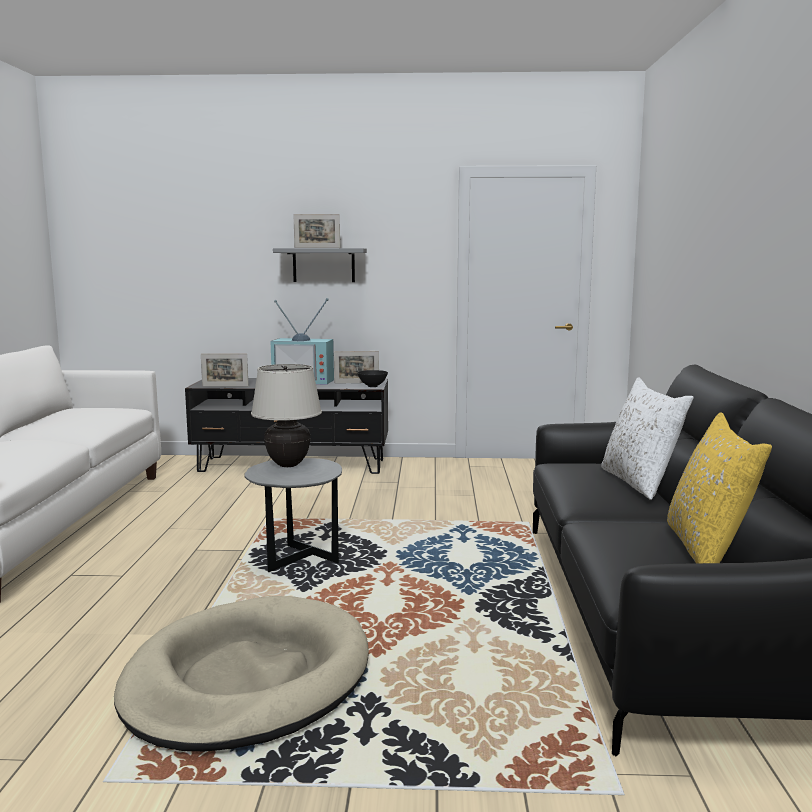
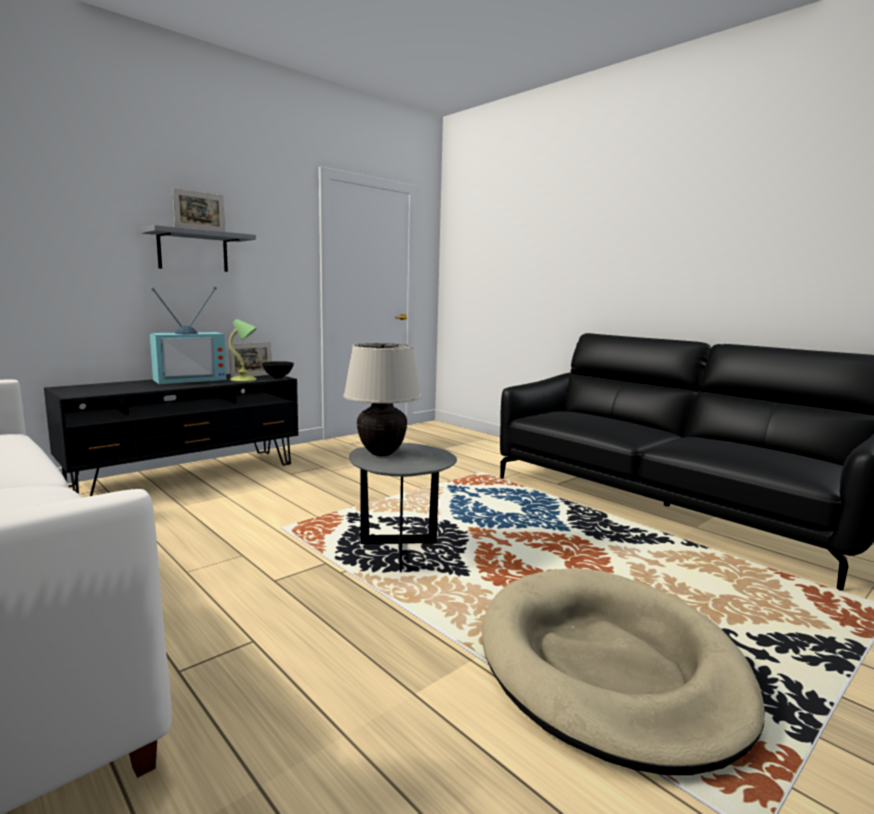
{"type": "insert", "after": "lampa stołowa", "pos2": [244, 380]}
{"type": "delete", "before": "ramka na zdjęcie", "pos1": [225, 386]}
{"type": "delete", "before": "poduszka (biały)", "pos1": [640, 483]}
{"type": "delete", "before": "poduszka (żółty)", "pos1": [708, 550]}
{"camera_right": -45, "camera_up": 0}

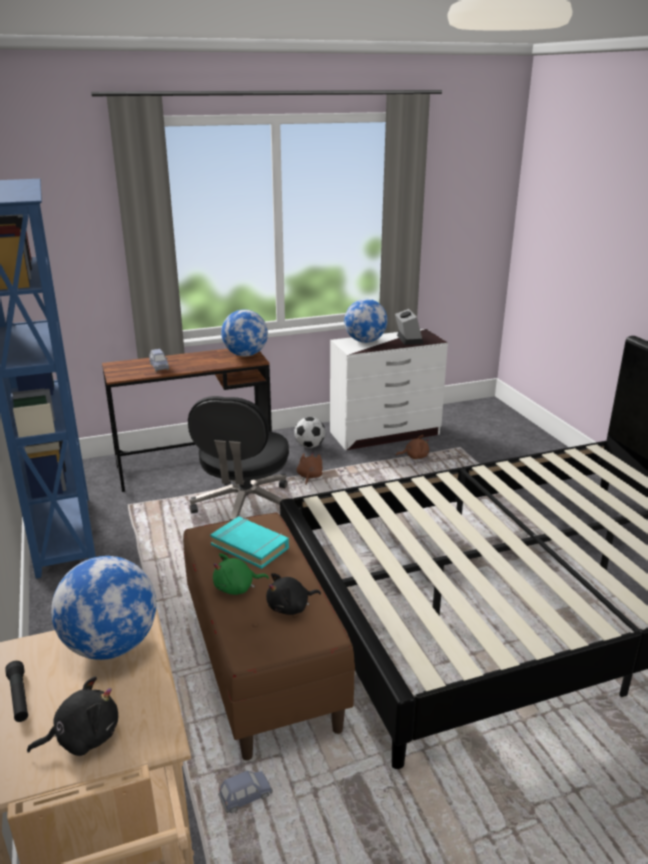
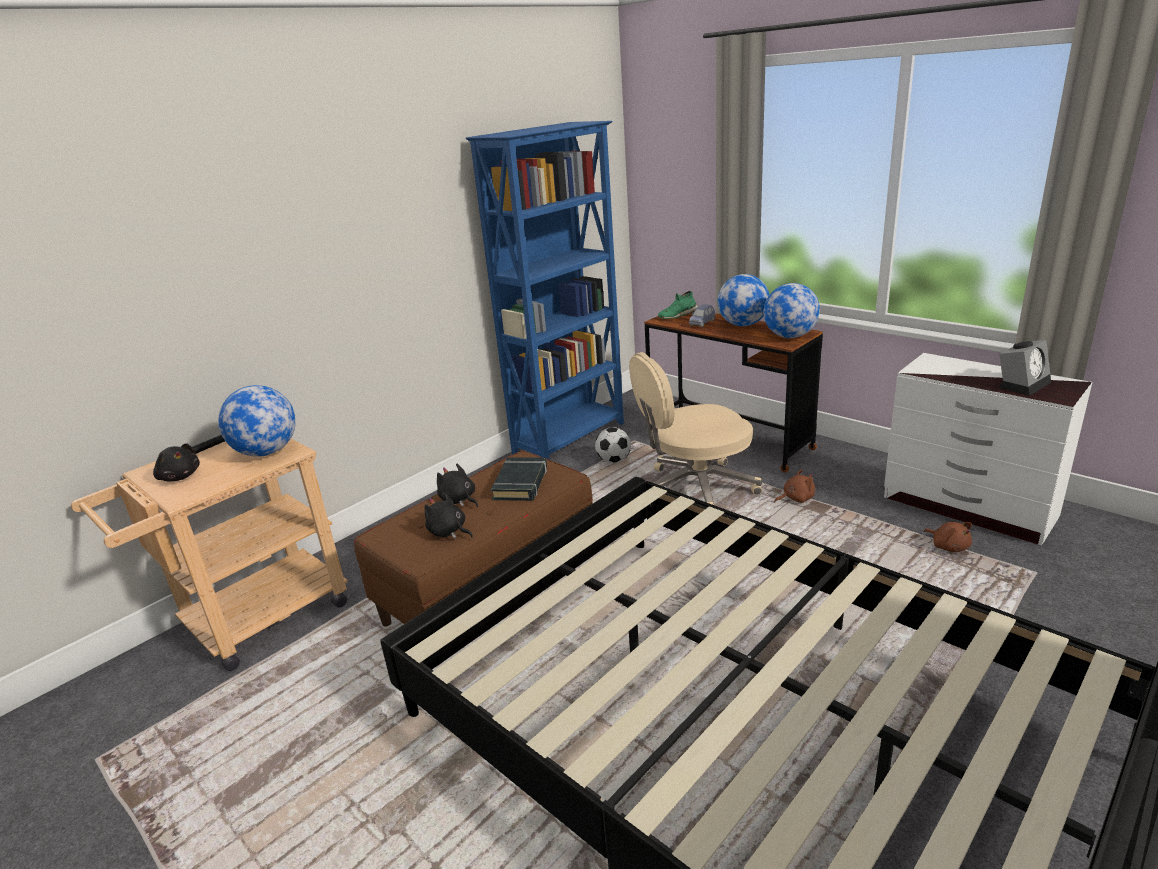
{"type": "recolor", "before": "pluszak (zielony)", "after": "pluszak (czarny)", "pos1": [237, 588], "pos2": [459, 500]}
{"type": "recolor", "before": "książka (turkusowy)", "after": "książka (czarny)", "pos1": [250, 546], "pos2": [521, 483]}
{"type": "move", "before": "piłka futbolowa", "pos1": [309, 446], "pos2": [614, 461]}
{"type": "recolor", "before": "krzesło biurowe (czarny)", "after": "krzesło biurowe (beżowy)", "pos1": [245, 508], "pos2": [695, 490]}
{"type": "insert", "after": "but (zielony)", "pos2": [677, 315]}
{"type": "move", "before": "globus", "pos1": [365, 341], "pos2": [743, 325]}
{"type": "delete", "before": "samochodzik (niebieski)", "pos1": [245, 797]}
{"camera_right": 65, "camera_up": 0}

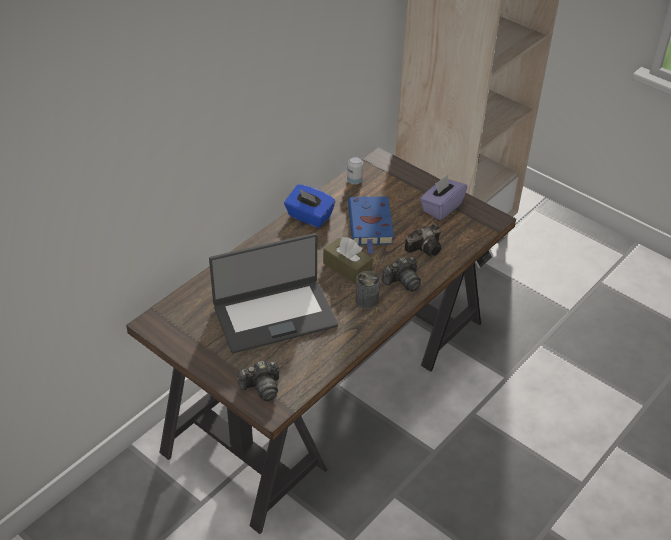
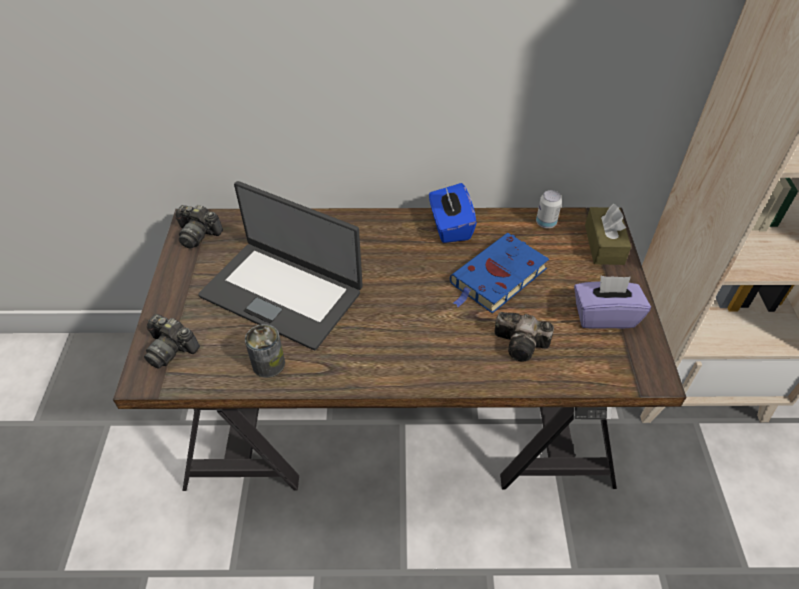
{"type": "move", "before": "aparat fotograficzny", "pos1": [402, 282], "pos2": [198, 234]}
{"type": "move", "before": "puszka", "pos1": [366, 301], "pos2": [268, 364]}
{"type": "move", "before": "pudełko chusteczek (brązowy)", "pos1": [347, 268], "pos2": [604, 244]}
{"camera_right": 50, "camera_up": 5}

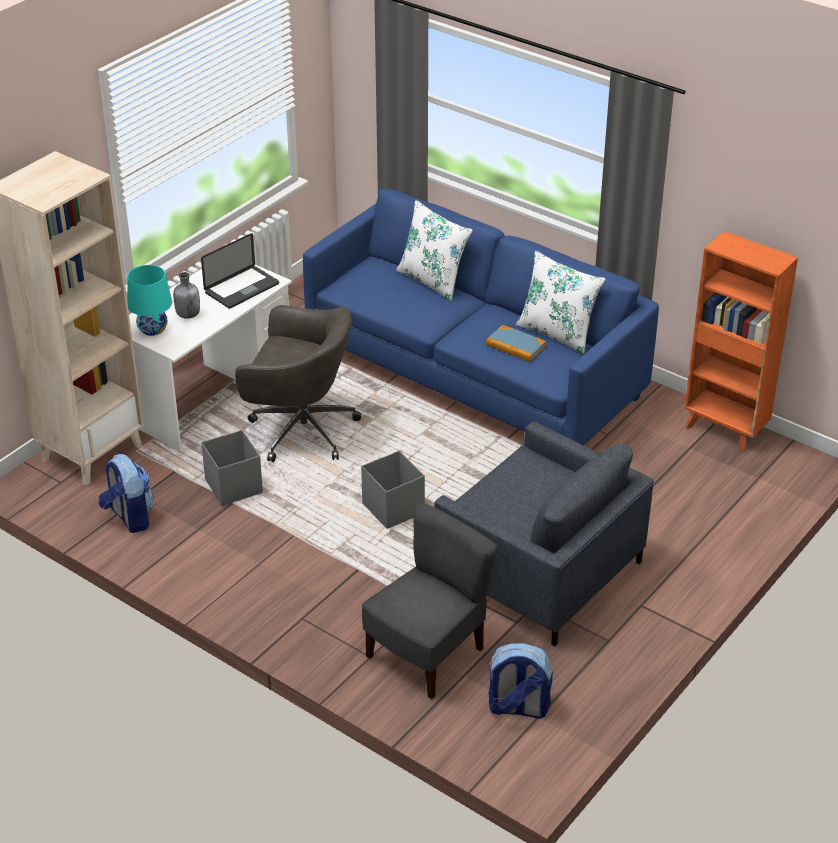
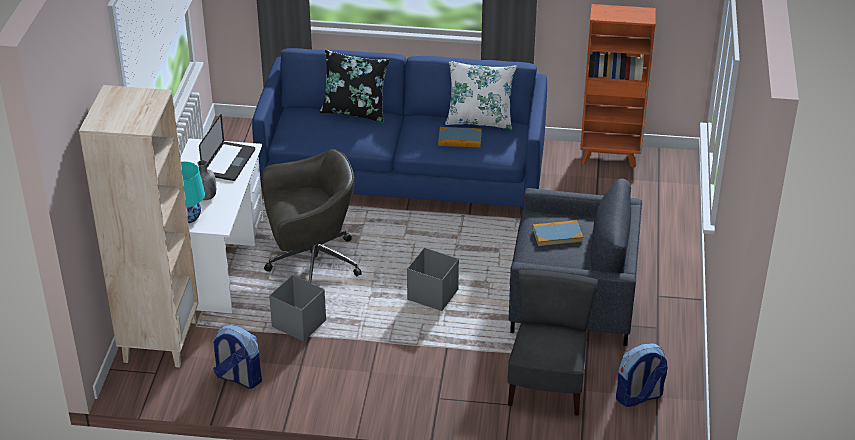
{"type": "recolor", "before": "poduszka (biały)", "after": "poduszka (czarny)", "pos1": [433, 281], "pos2": [355, 111]}
{"type": "insert", "after": "książka", "pos2": [557, 235]}
{"camera_right": -30, "camera_up": 0}

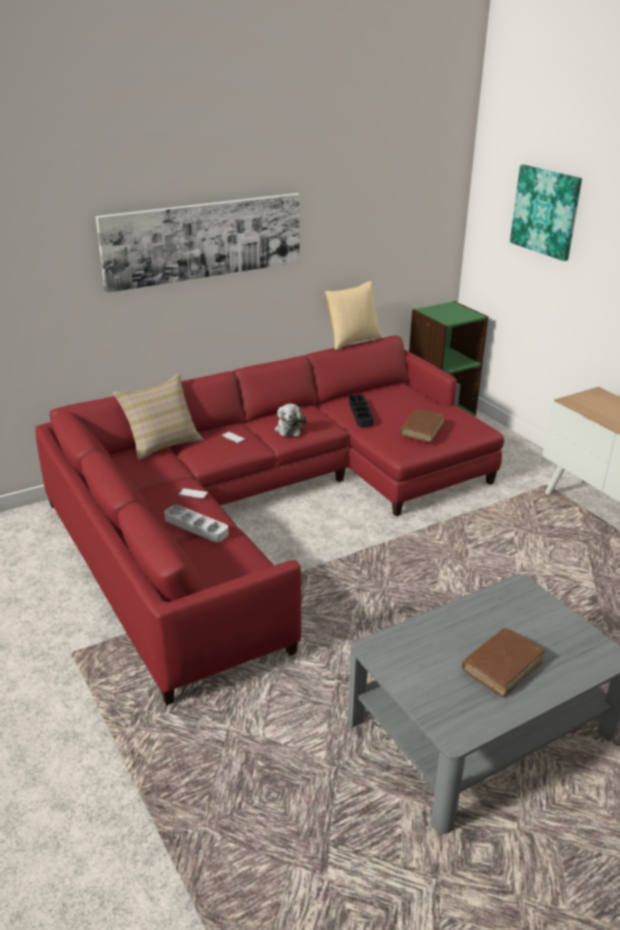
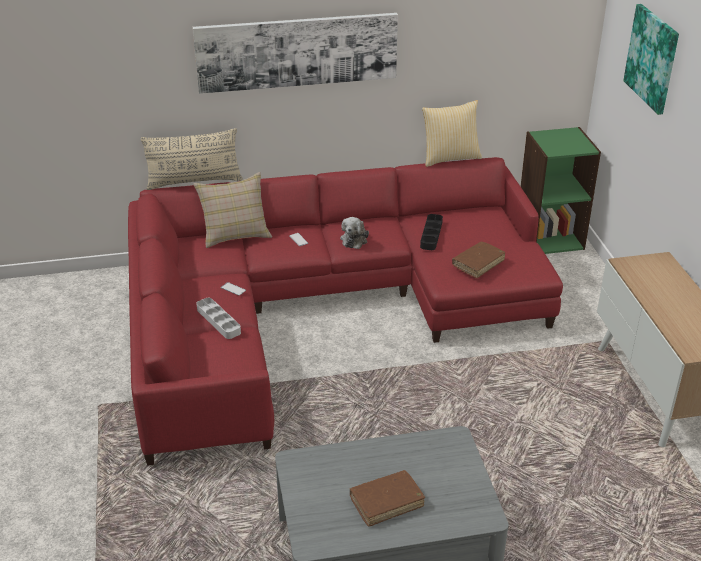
{"type": "insert", "after": "poduszka (beżowy)", "pos2": [194, 181]}
{"camera_right": 20, "camera_up": 5}

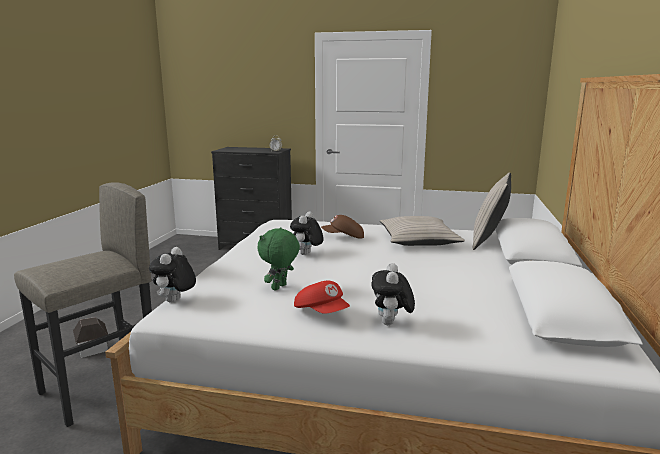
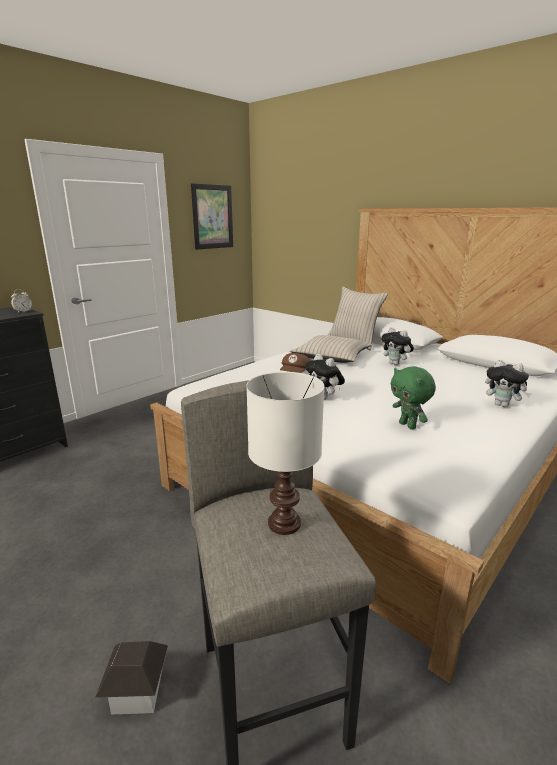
{"type": "insert", "after": "obraz", "pos2": [212, 217]}
{"type": "insert", "after": "lampa stołowa (biały)", "pos2": [283, 524]}
{"type": "move", "before": "pluszak", "pos1": [175, 301], "pos2": [396, 364]}
{"type": "delete", "before": "czapka z daszkiem (czerwony)", "pos1": [322, 312]}
{"camera_right": -60, "camera_up": 5}

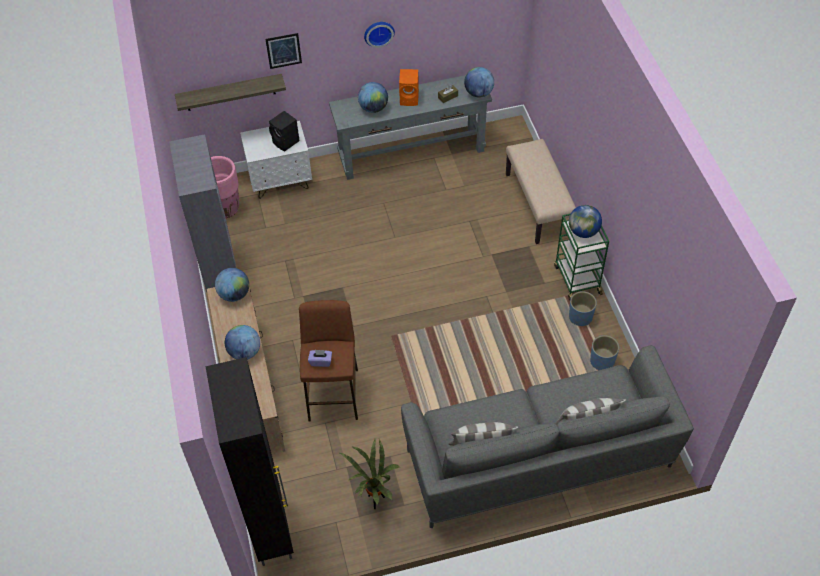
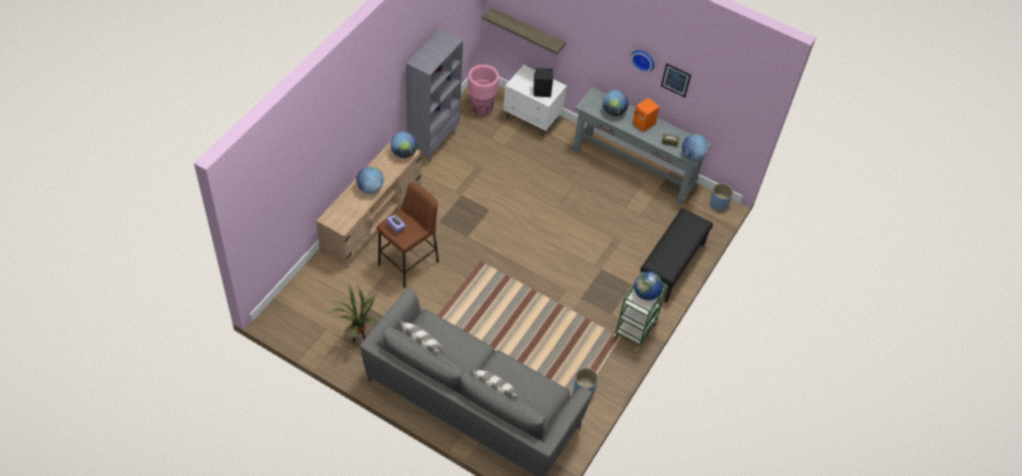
{"type": "recolor", "before": "ławka (beżowy)", "after": "ławka (czarny)", "pos1": [538, 205], "pos2": [671, 266]}
{"type": "move", "before": "obraz", "pos1": [283, 50], "pos2": [676, 80]}
{"type": "move", "before": "donica (niebieski)", "pos1": [580, 317], "pos2": [719, 204]}
{"type": "delete", "before": "szafka (czarny)", "pos1": [271, 528]}
{"camera_right": 40, "camera_up": 0}

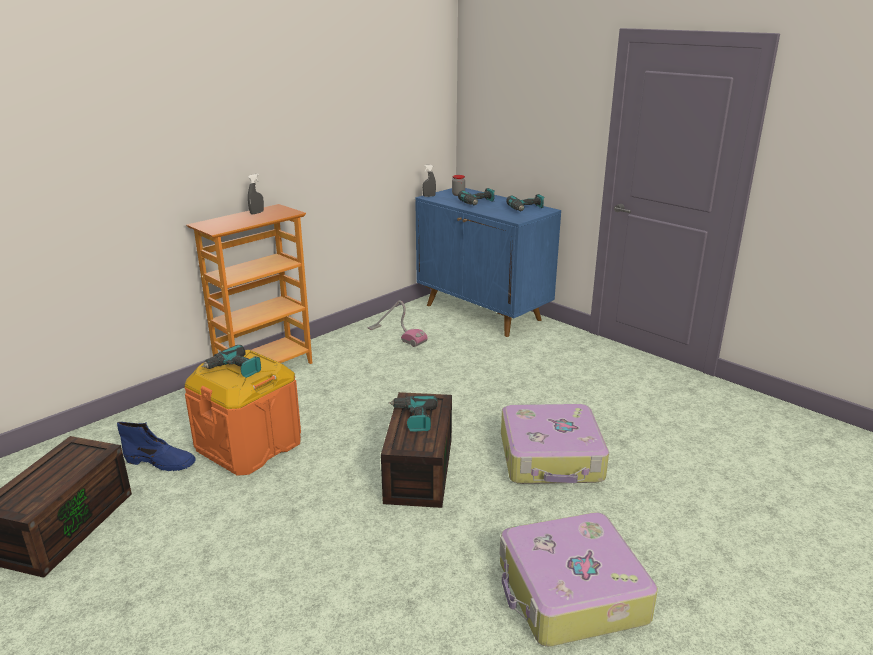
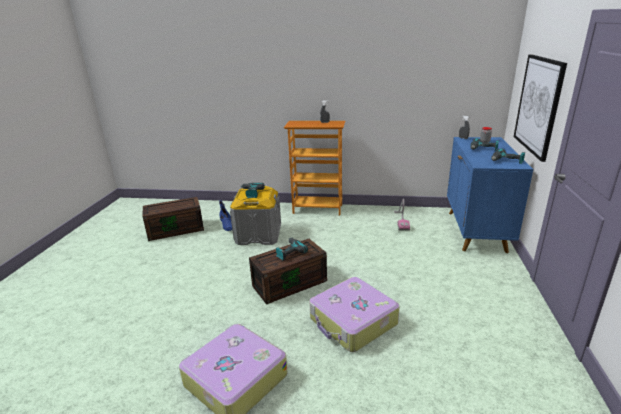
{"type": "recolor", "before": "pojemnik do przechowywania (pomarańczowy)", "after": "pojemnik do przechowywania (szary)", "pos1": [249, 446], "pos2": [258, 235]}
{"type": "insert", "after": "obraz", "pos2": [538, 105]}
{"camera_right": 55, "camera_up": 0}

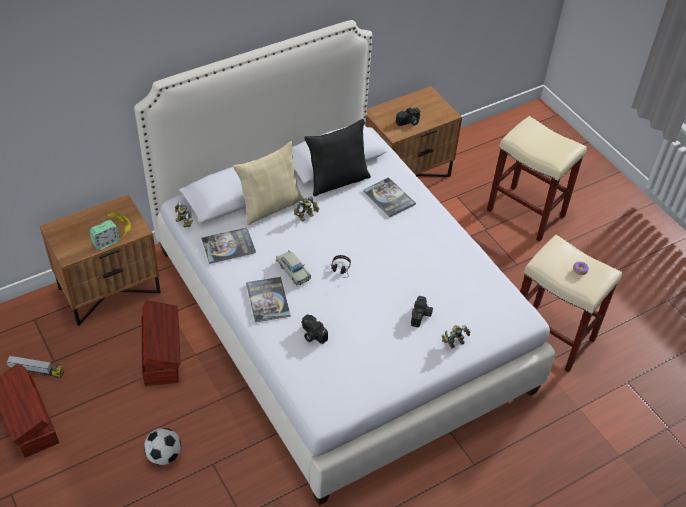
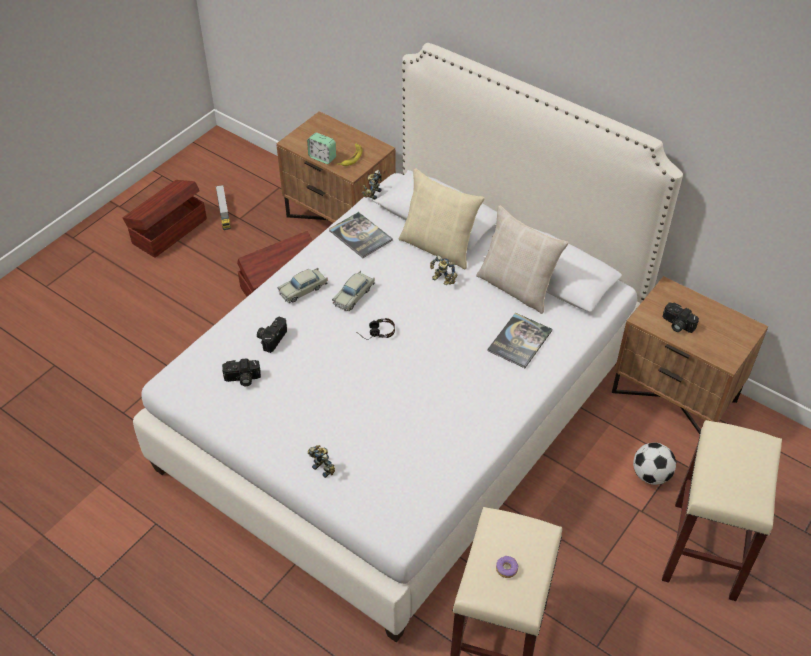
{"type": "move", "before": "aparat fotograficzny", "pos1": [421, 316], "pos2": [242, 379]}
{"type": "replace", "before": "książka", "after": "samochodzik (beżowy)", "pos1": [268, 300], "pos2": [303, 289]}
{"type": "recolor", "before": "poduszka (czarny)", "after": "poduszka (beżowy)", "pos1": [337, 180], "pos2": [517, 287]}
{"type": "move", "before": "piłka futbolowa", "pos1": [164, 455], "pos2": [651, 475]}
{"camera_right": 70, "camera_up": 0}

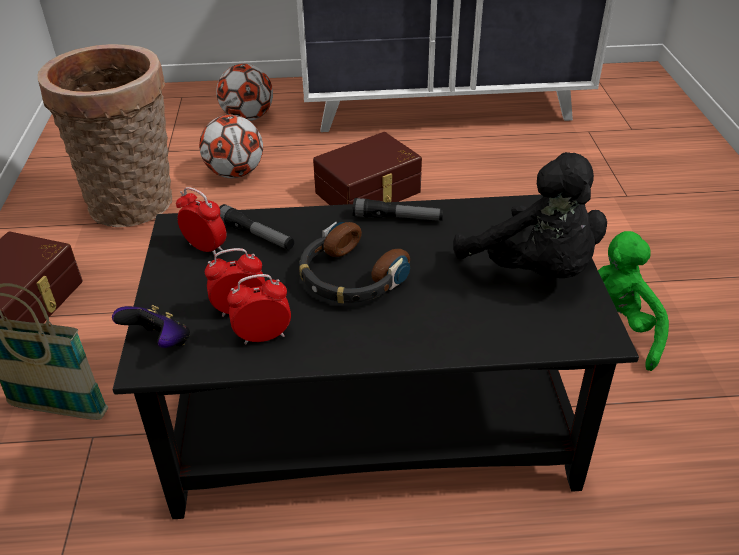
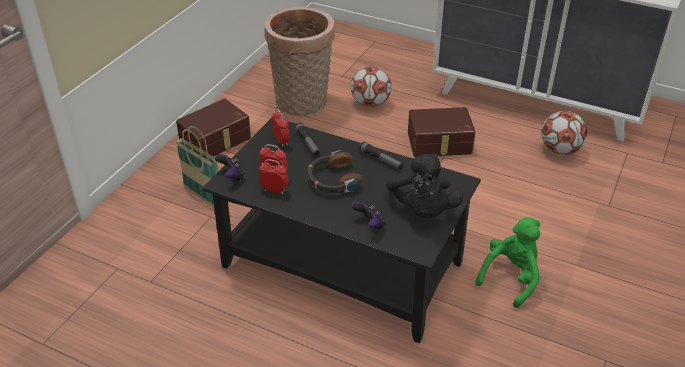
{"type": "insert", "after": "pad do gier", "pos2": [369, 224]}
{"type": "move", "before": "piłka futbolowa", "pos1": [248, 118], "pos2": [560, 150]}
{"camera_right": 30, "camera_up": 0}

